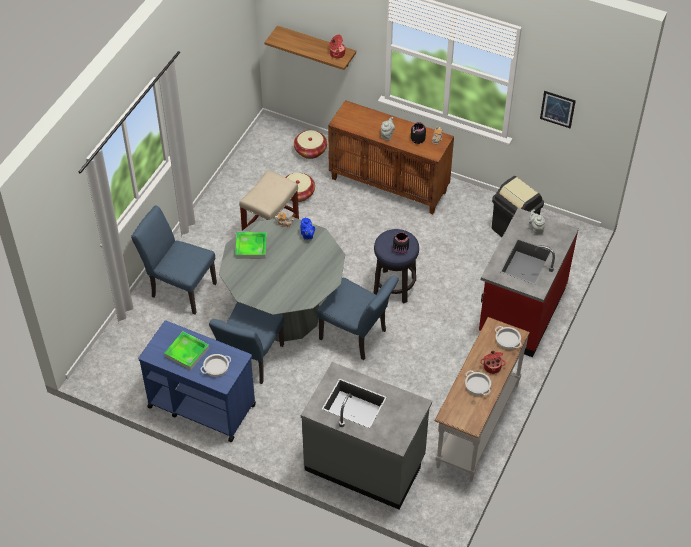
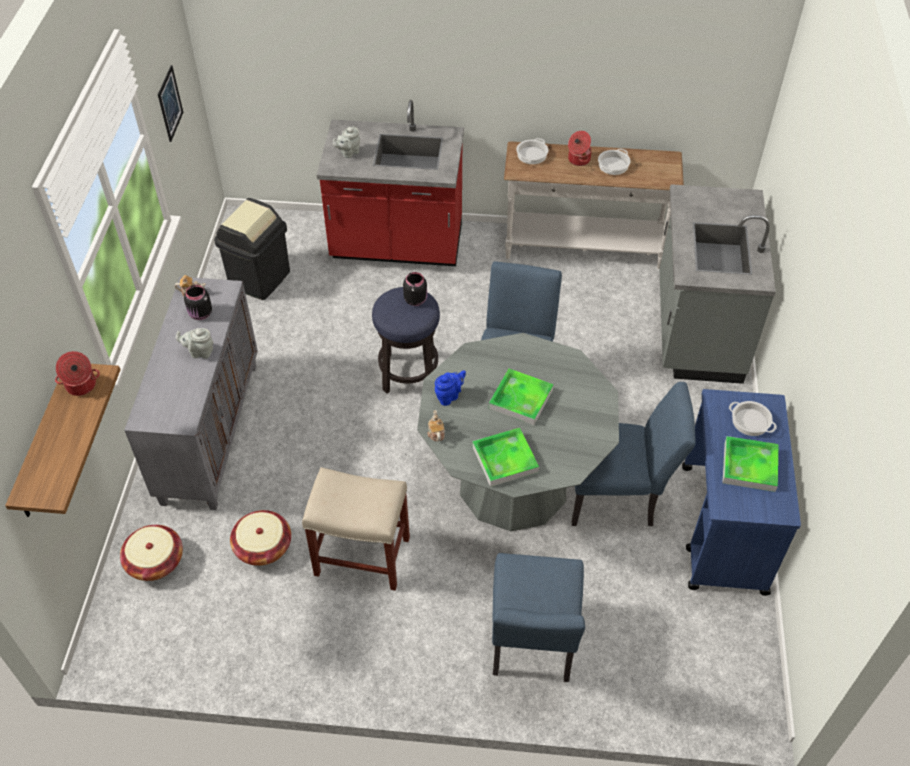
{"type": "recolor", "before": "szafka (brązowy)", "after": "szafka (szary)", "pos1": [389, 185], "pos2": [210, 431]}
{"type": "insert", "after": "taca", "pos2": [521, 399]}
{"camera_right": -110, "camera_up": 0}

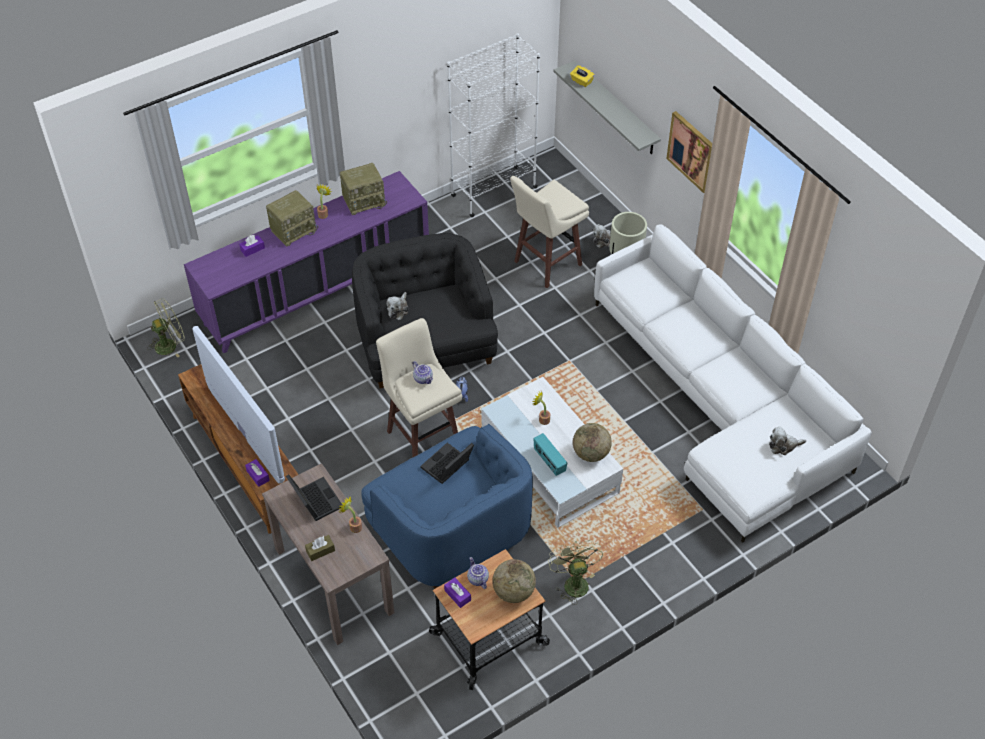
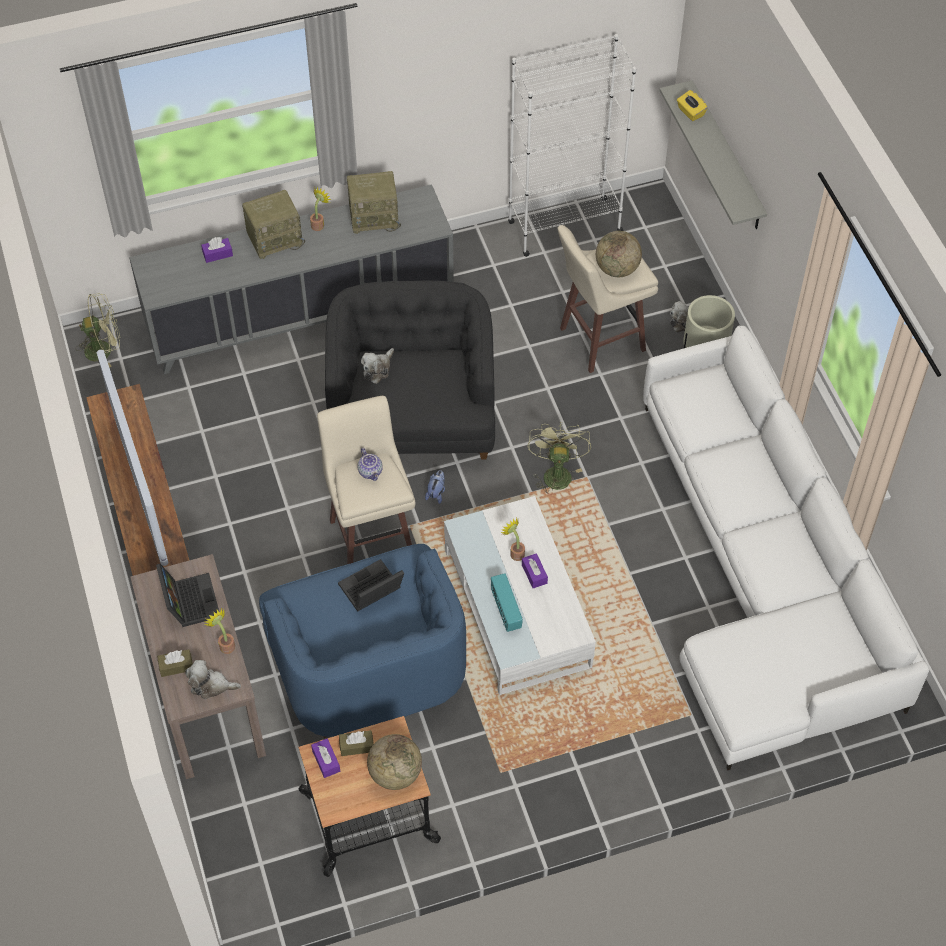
{"type": "recolor", "before": "szafka (fioletowy)", "after": "szafka (szary)", "pos1": [316, 291], "pos2": [300, 316]}
{"type": "move", "before": "pluszak", "pos1": [783, 445], "pos2": [211, 685]}
{"type": "replace", "before": "imbryk", "after": "pudełko chusteczek (brązowy)", "pos1": [477, 579], "pos2": [356, 746]}
{"type": "move", "before": "pudełko chusteczek (fioletowy)", "pos1": [258, 475], "pos2": [534, 574]}
{"type": "move", "before": "wentylator (zielony)", "pos1": [573, 582], "pos2": [556, 472]}
{"type": "move", "before": "globus", "pos1": [591, 453], "pos2": [617, 269]}
{"type": "delete", "before": "obraz", "pos1": [691, 151]}
{"camera_right": 15, "camera_up": 5}

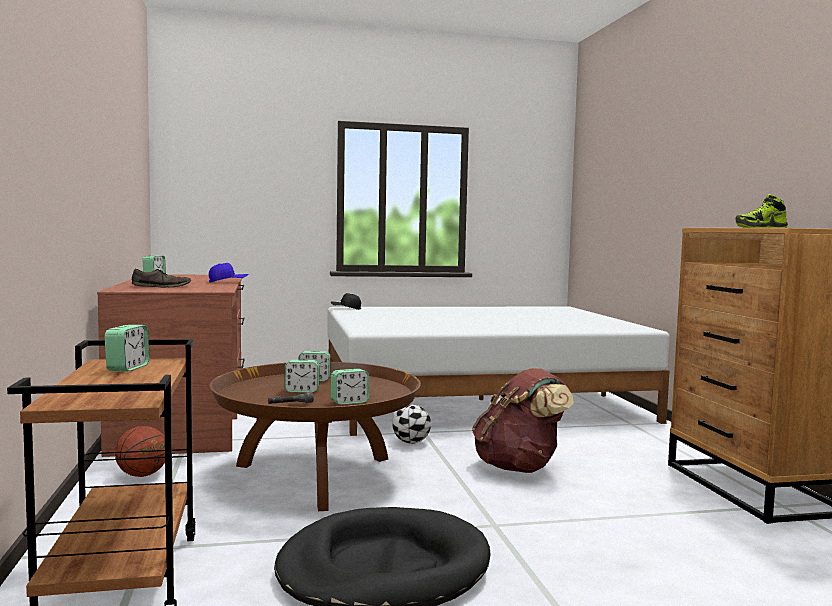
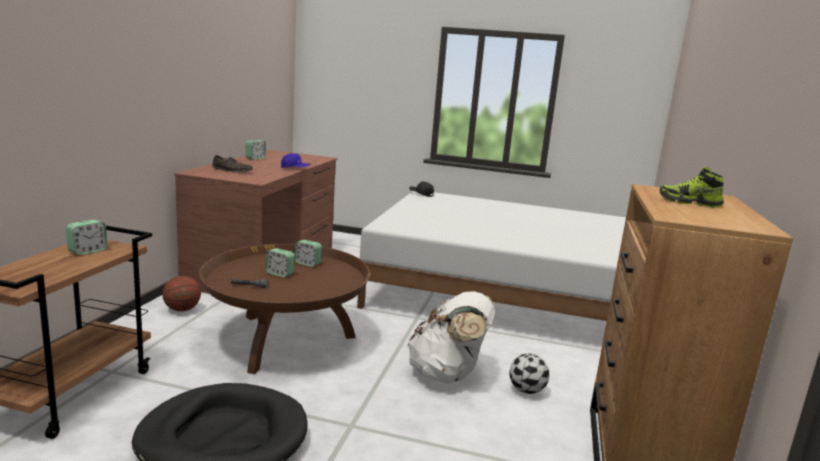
{"type": "recolor", "before": "plecak (brązowy)", "after": "plecak (biały)", "pos1": [519, 467], "pos2": [448, 374]}
{"type": "move", "before": "piłka futbolowa", "pos1": [411, 442], "pos2": [526, 390]}
{"type": "delete", "before": "budzik", "pos1": [349, 402]}
{"camera_right": 25, "camera_up": 10}

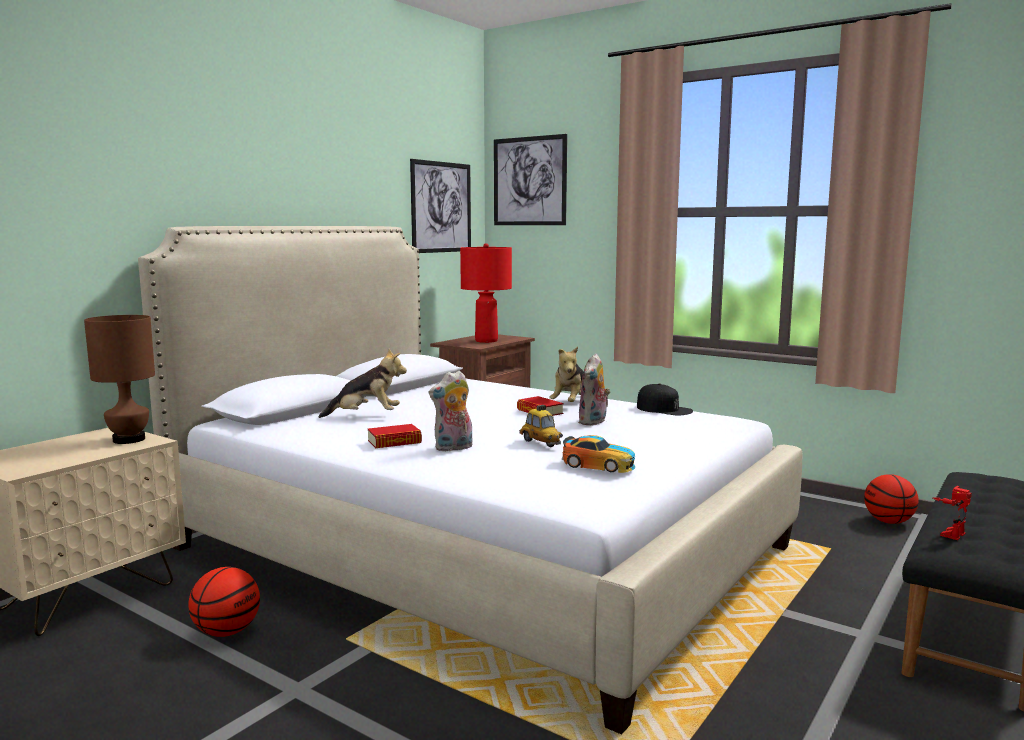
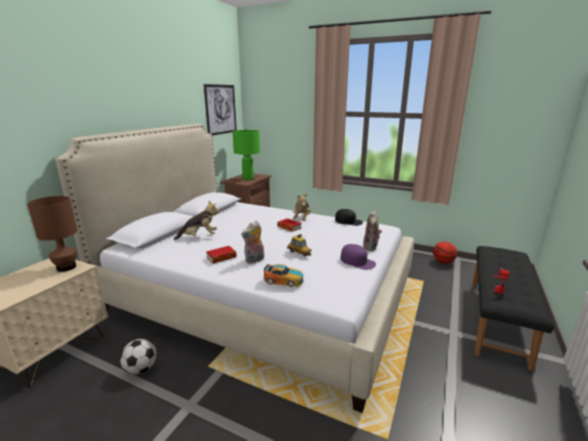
{"type": "replace", "before": "piłka do koszykówki", "after": "piłka futbolowa", "pos1": [226, 632], "pos2": [141, 369]}
{"type": "recolor", "before": "lampa stołowa (czerwony)", "after": "lampa stołowa (zielony)", "pos1": [486, 341], "pos2": [248, 179]}
{"type": "move", "before": "samochodzik", "pos1": [599, 464], "pos2": [284, 280]}
{"type": "insert", "after": "czapka z daszkiem (fioletowy)", "pos2": [357, 261]}
{"type": "move", "before": "pluszak", "pos1": [594, 422], "pos2": [371, 247]}
{"type": "delete", "before": "obraz", "pos1": [529, 181]}
{"camera_right": -10, "camera_up": 10}

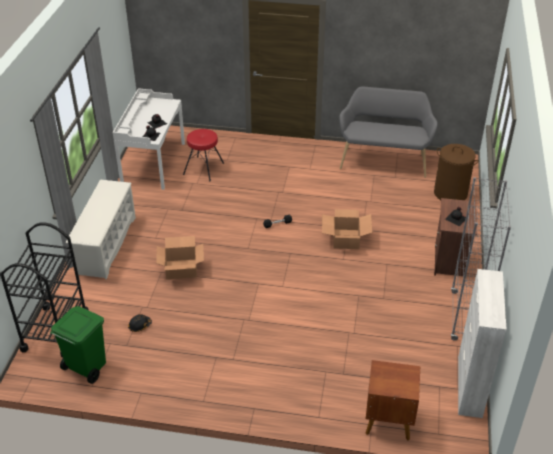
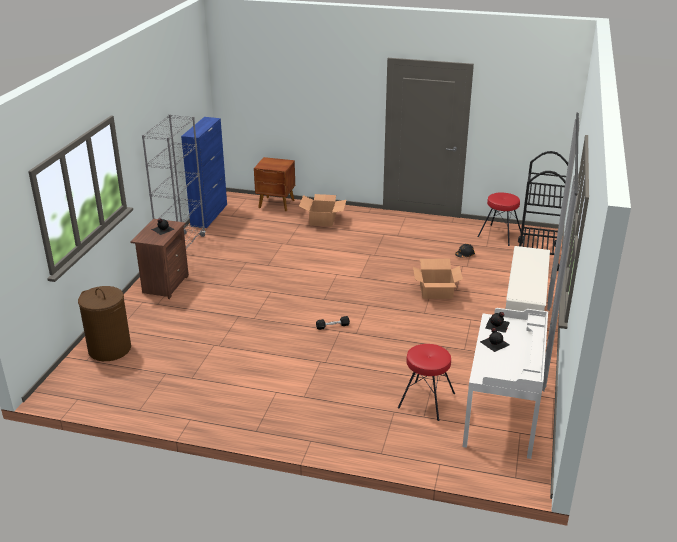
{"type": "recolor", "before": "szafka (biały)", "after": "szafka (niebieski)", "pos1": [469, 387], "pos2": [209, 215]}
{"type": "move", "before": "karton", "pos1": [345, 239], "pos2": [323, 220]}
{"type": "replace", "before": "kosz na śmieci (zielony)", "after": "stołek (czerwony)", "pos1": [86, 367], "pos2": [499, 235]}
{"type": "delete", "before": "ławka (szary)", "pos1": [384, 160]}
{"camera_right": -175, "camera_up": -10}

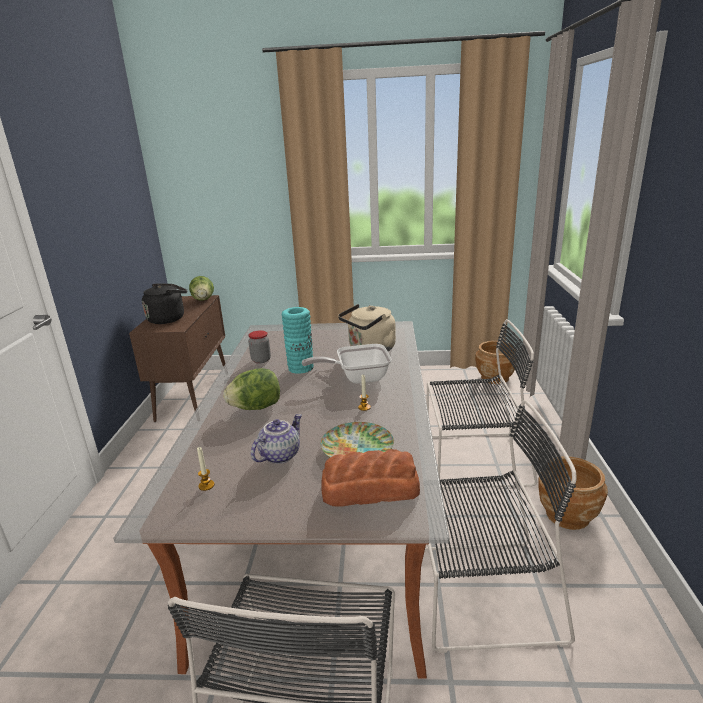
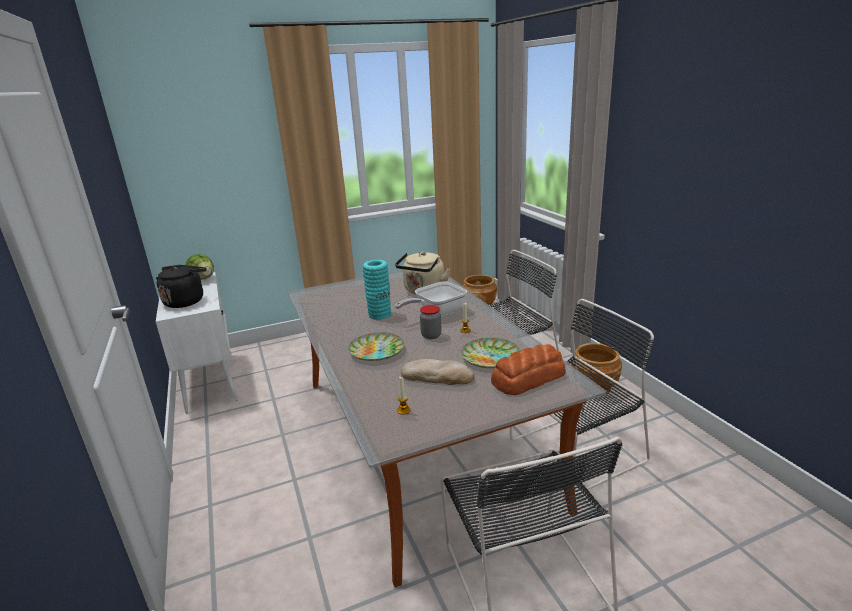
{"type": "recolor", "before": "szafka (brązowy)", "after": "szafka (biały)", "pos1": [194, 395], "pos2": [210, 380]}
{"type": "replace", "before": "sałata", "after": "talerz", "pos1": [256, 407], "pos2": [377, 350]}
{"type": "replace", "before": "imbryk", "after": "chleb", "pos1": [279, 455], "pos2": [437, 376]}
{"type": "move", "before": "słoik", "pos1": [261, 360], "pos2": [431, 335]}
{"camera_right": -25, "camera_up": 0}

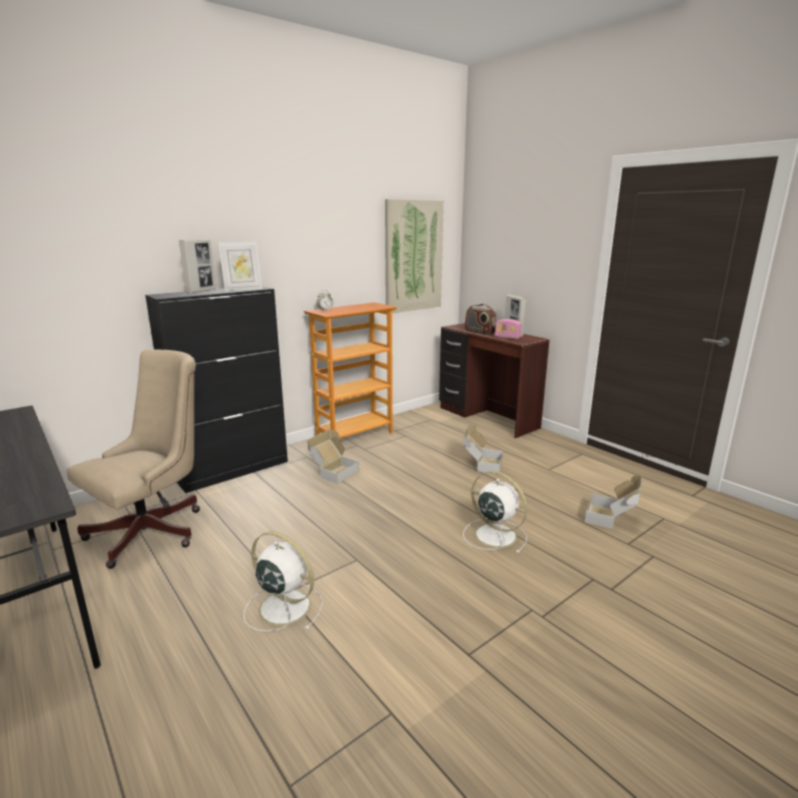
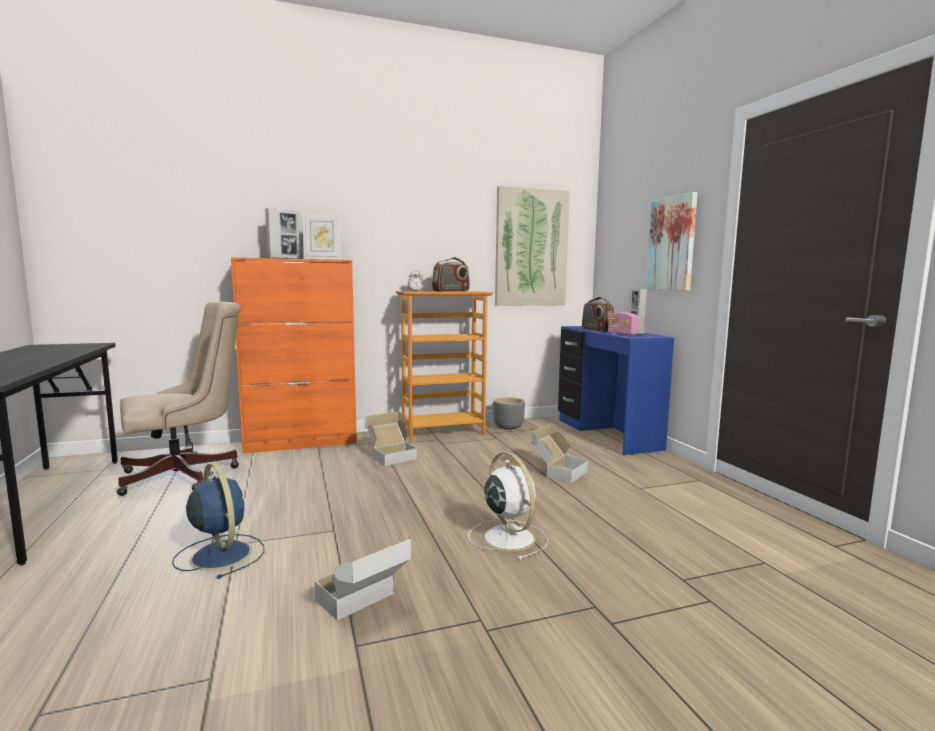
{"type": "recolor", "before": "wentylator (biały)", "after": "wentylator (niebieski)", "pos1": [283, 606], "pos2": [220, 554]}
{"type": "recolor", "before": "szafka (czarny)", "after": "szafka (pomarańczowy)", "pos1": [234, 470], "pos2": [301, 443]}
{"type": "move", "before": "karton", "pos1": [612, 518], "pos2": [364, 605]}
{"type": "insert", "after": "radio", "pos2": [451, 291]}
{"type": "insert", "after": "donica (szary)", "pos2": [508, 427]}
{"type": "recolor", "before": "biurko (brązowy)", "after": "biurko (niebieski)", "pos1": [486, 418], "pos2": [605, 434]}
{"type": "insert", "after": "obraz", "pos2": [672, 243]}
{"camera_right": 20, "camera_up": -10}

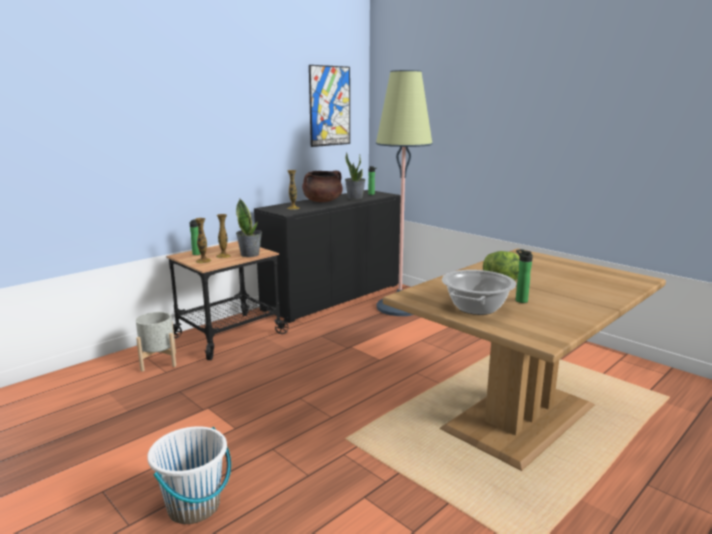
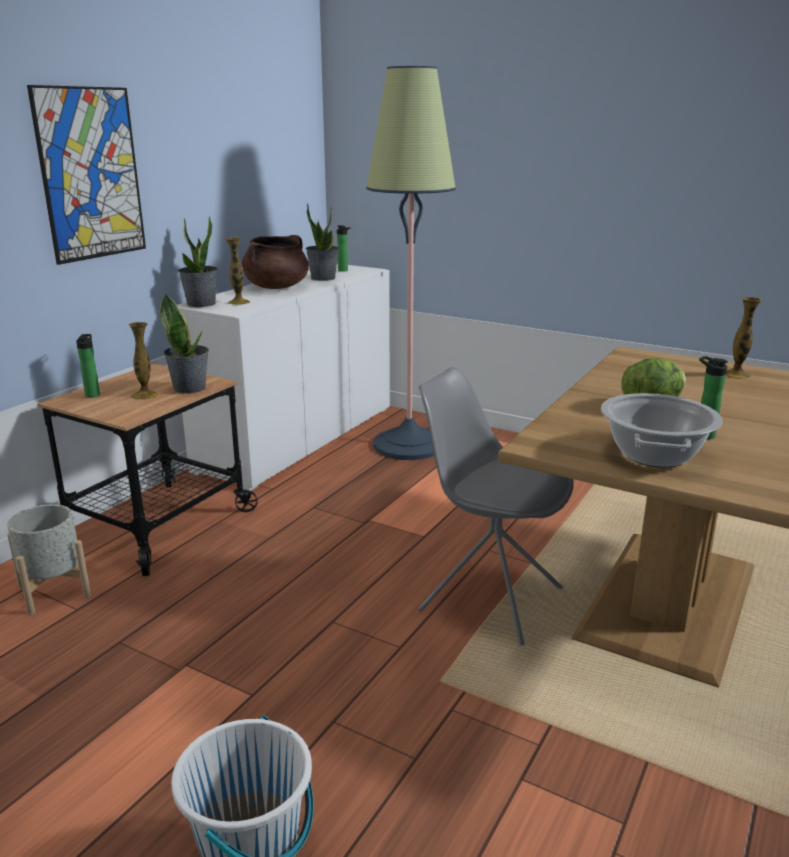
{"type": "move", "before": "obraz", "pos1": [330, 106], "pos2": [91, 174]}
{"type": "recolor", "before": "szafka (czarny)", "after": "szafka (biały)", "pos1": [333, 297], "pos2": [298, 438]}
{"type": "insert", "after": "roślina doniczkowa", "pos2": [201, 304]}
{"type": "insert", "after": "krzesło (szary)", "pos2": [489, 598]}
{"type": "move", "before": "wazon", "pos1": [203, 261], "pos2": [735, 374]}
{"camera_right": -15, "camera_up": 5}

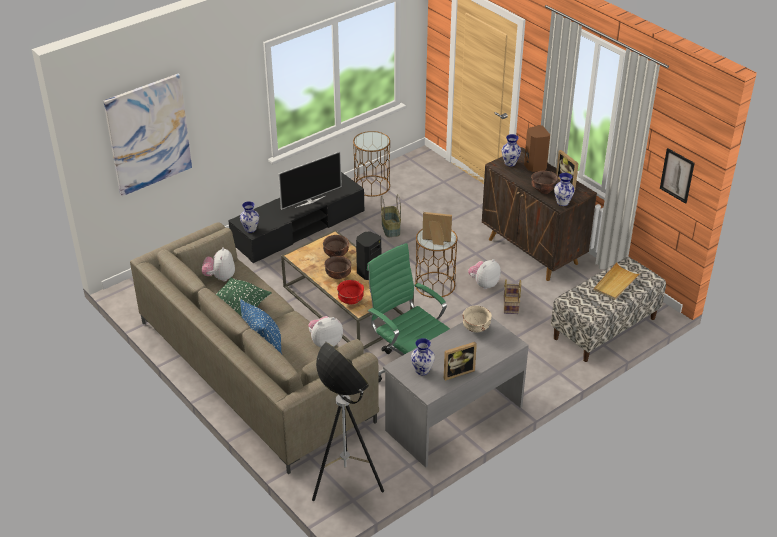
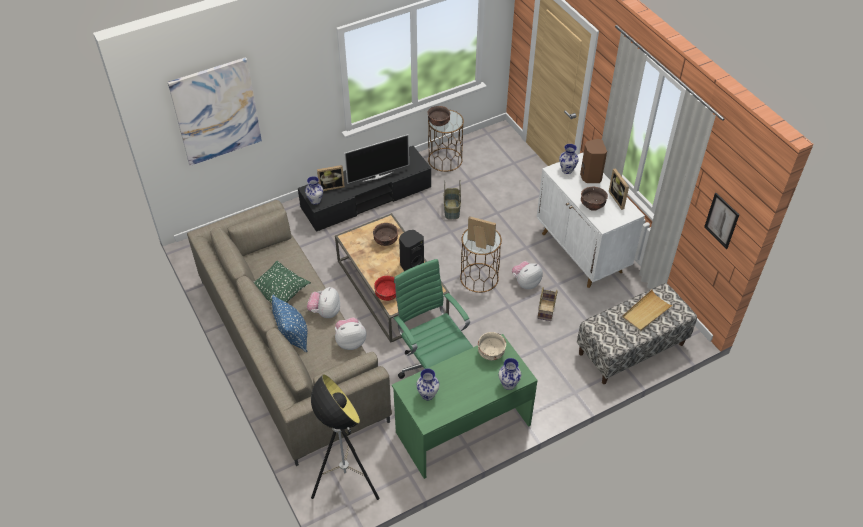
{"type": "move", "before": "pluszak", "pos1": [220, 277], "pos2": [325, 312]}
{"type": "move", "before": "ramka na zdjęcie", "pos1": [457, 372], "pos2": [331, 186]}
{"type": "recolor", "before": "biurko (szary)", "after": "biurko (zielony)", "pos1": [453, 417], "pos2": [462, 427]}
{"type": "move", "before": "miska (brązowy)", "pos1": [338, 276], "pos2": [439, 123]}
{"type": "move", "before": "wazon", "pos1": [562, 202], "pos2": [508, 384]}
{"type": "recolor", "before": "szafka (brązowy)", "after": "szafka (biały)", "pos1": [533, 252], "pos2": [582, 253]}
{"camera_right": 10, "camera_up": 10}

